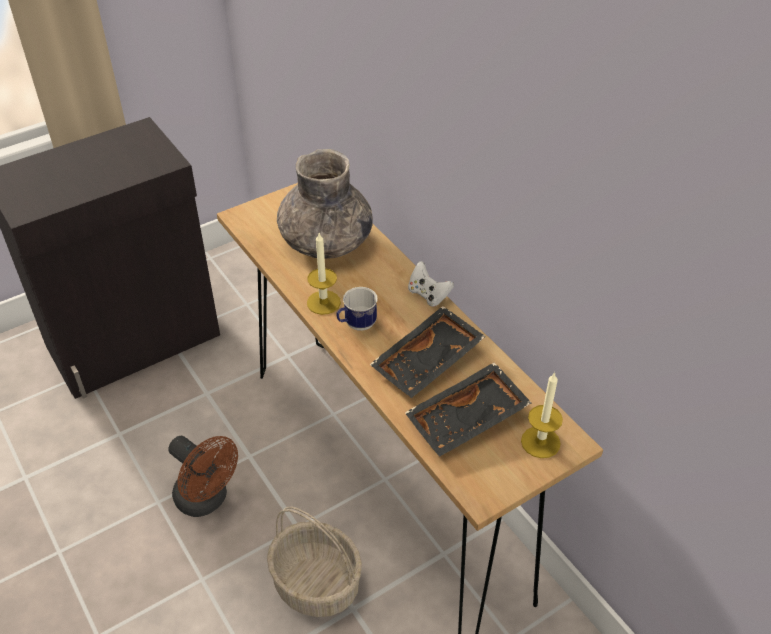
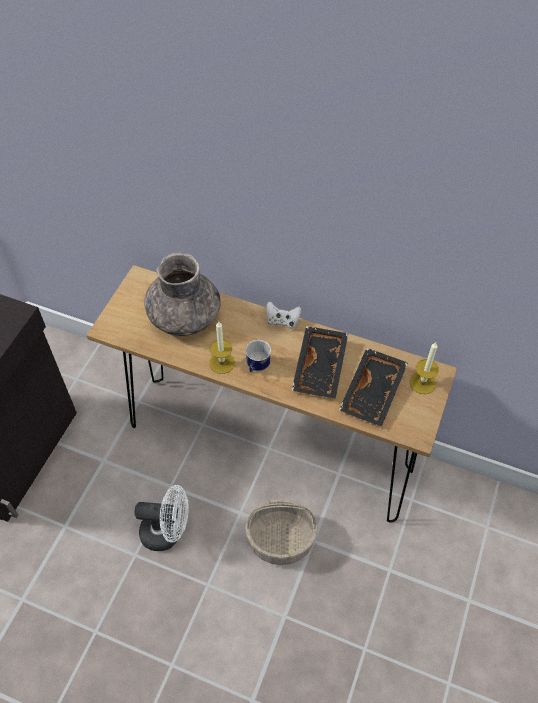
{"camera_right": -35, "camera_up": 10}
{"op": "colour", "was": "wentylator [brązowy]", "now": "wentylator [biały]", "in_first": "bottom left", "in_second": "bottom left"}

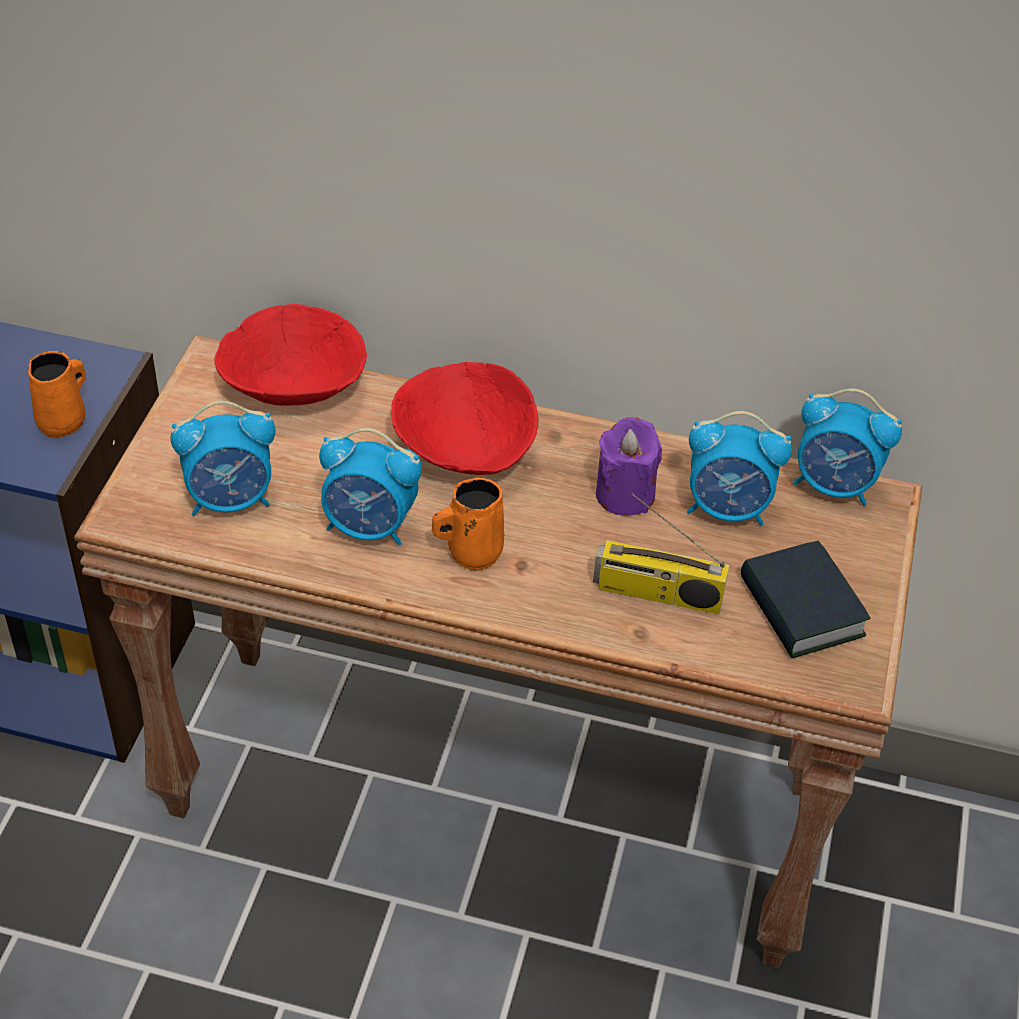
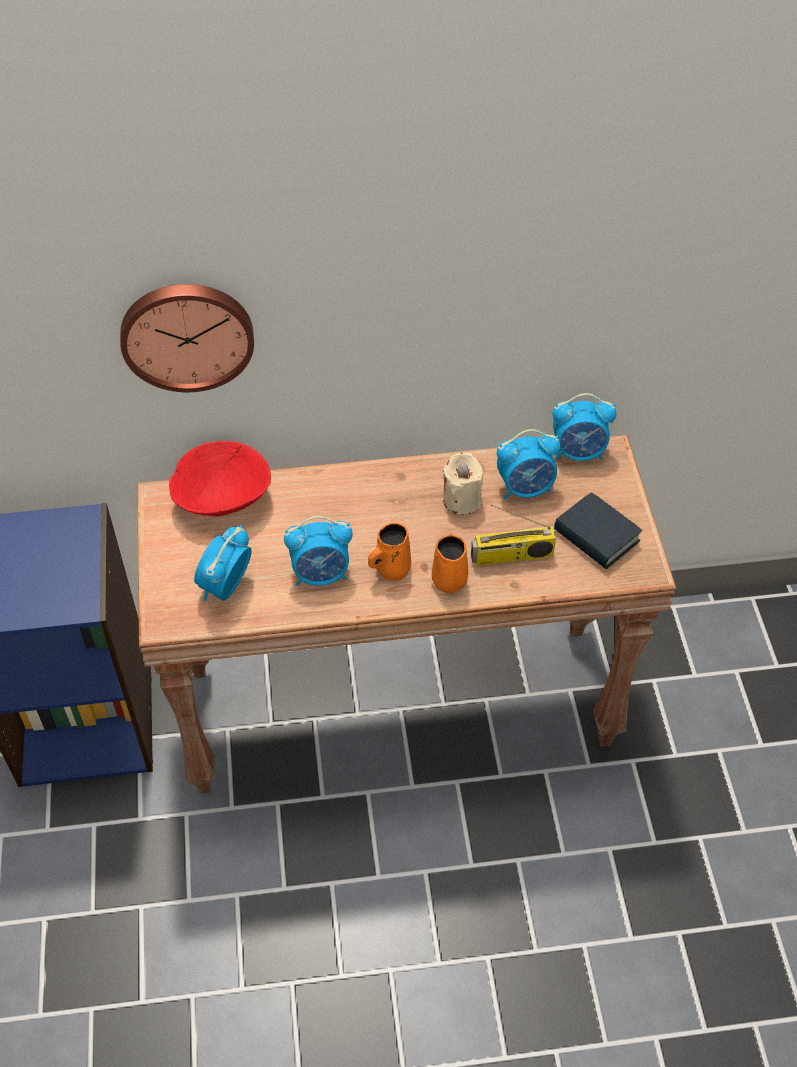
{"camera_right": -20, "camera_up": 5}
{"op": "relocated", "was": "kubek [pomarańczowy] (no. 1 from left in the first image)", "now": "kubek [pomarańczowy] (no. 2 from left)", "in_first": "middle left", "in_second": "centre"}
{"op": "spun", "was": "budzik (no. 1 from left)", "in_first": "middle left", "in_second": "middle left", "clockwise": 150}
{"op": "missing", "was": "miska [czerwony] (no. 2 from left)", "in_first": "centre"}
{"op": "colour", "was": "świeca [fioletowy]", "now": "świeca [beżowy]", "in_first": "centre", "in_second": "centre"}
{"op": "appeared", "now": "zegar ścienny", "in_second": "top left"}

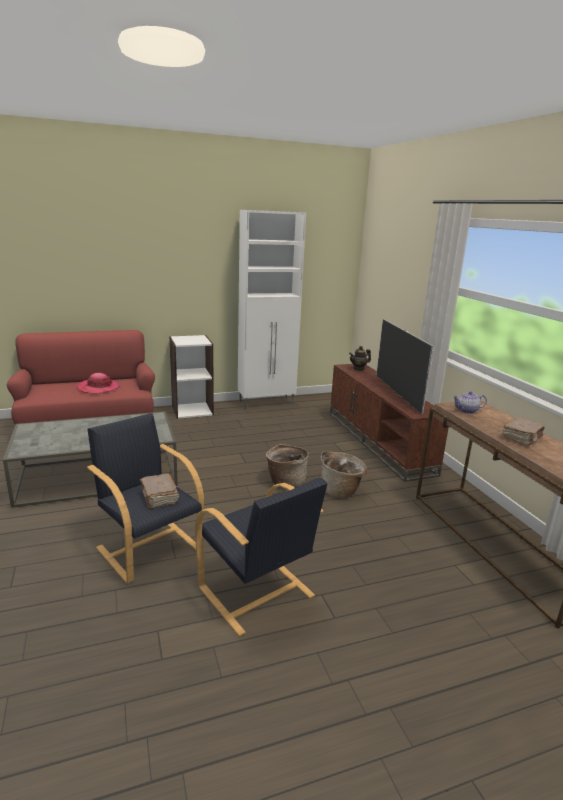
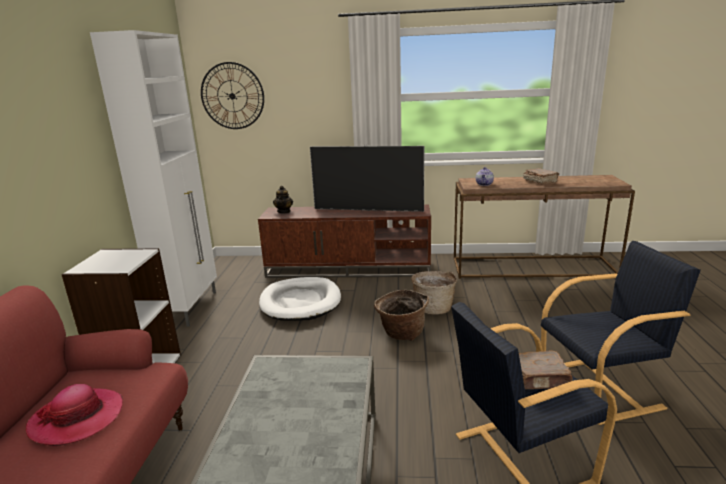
{"camera_right": -65, "camera_up": 0}
{"op": "appeared", "now": "zegar ścienny", "in_second": "top left"}
{"op": "appeared", "now": "legowisko [biały]", "in_second": "centre"}

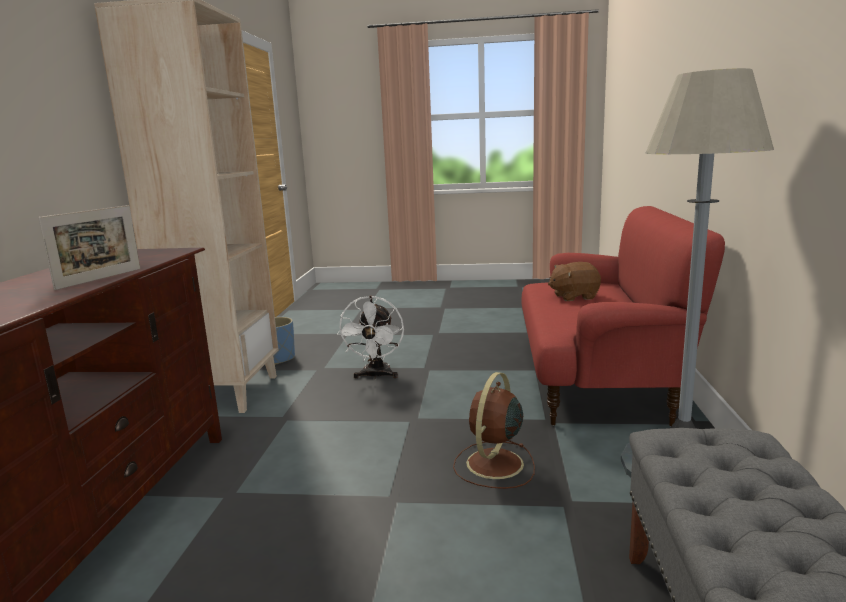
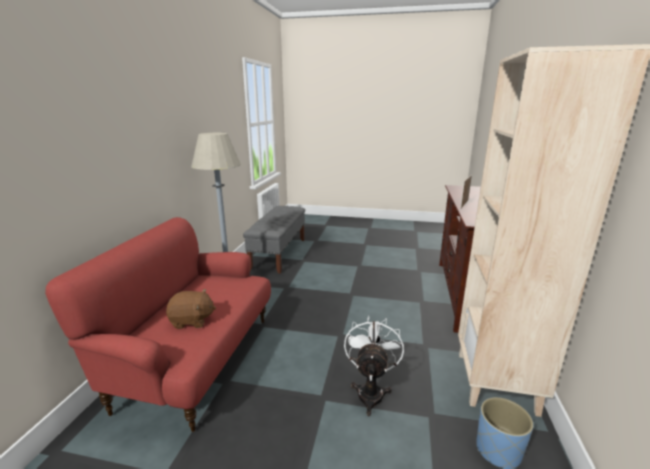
{"camera_right": -175, "camera_up": 5}
{"op": "missing", "was": "wentylator [brązowy]", "in_first": "bottom centre"}

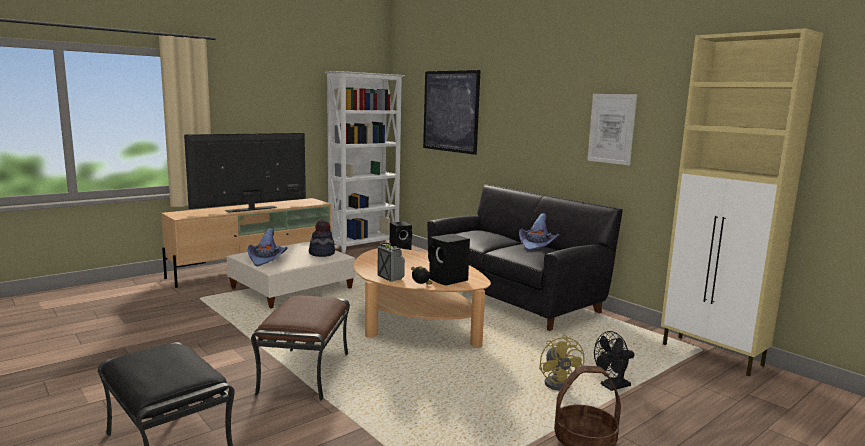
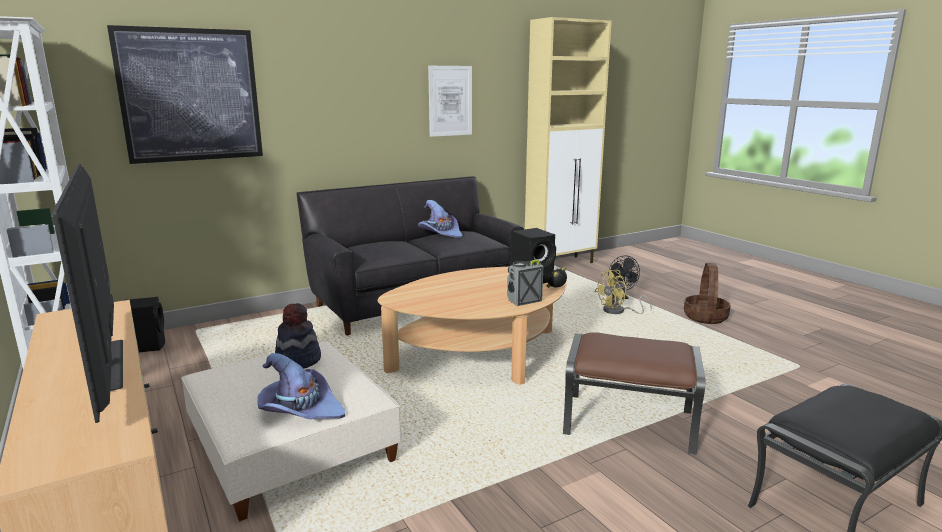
{"camera_right": -80, "camera_up": 5}
{"op": "spun", "was": "wentylator [żółty]", "in_first": "bottom centre", "in_second": "centre", "clockwise": 150}

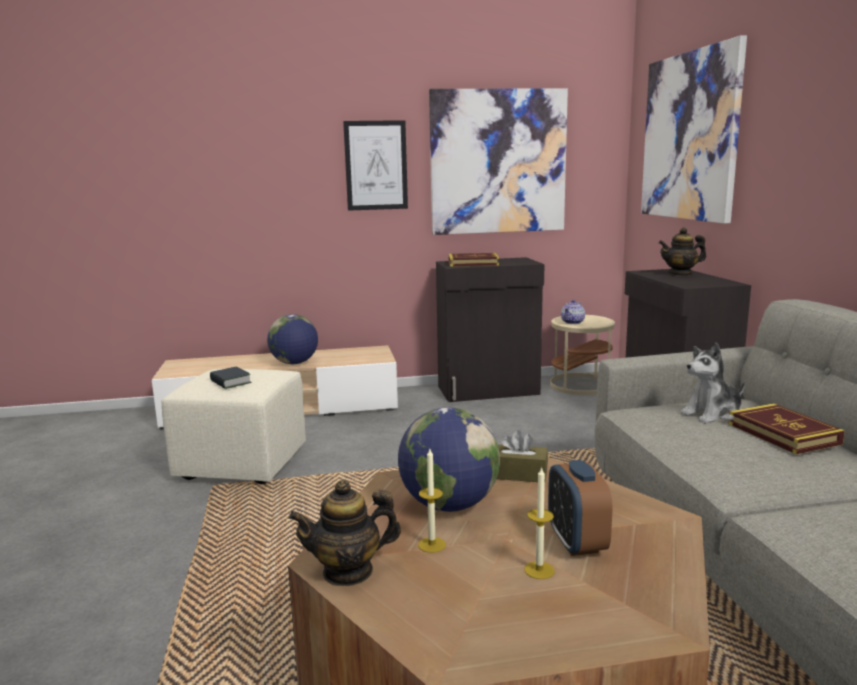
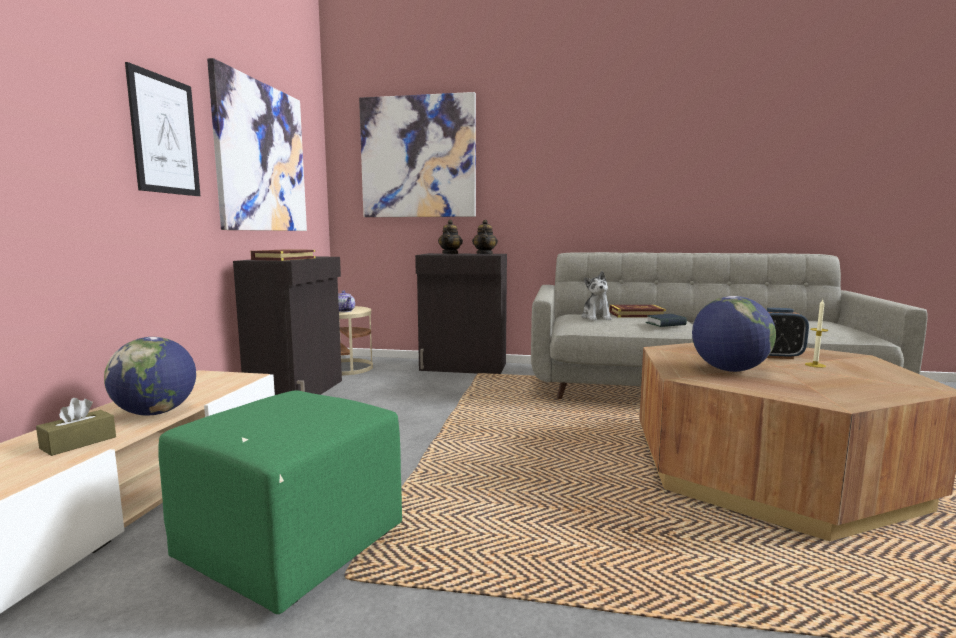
{"camera_right": -70, "camera_up": -5}
{"op": "colour", "was": "pufa [beżowy]", "now": "pufa [zielony]", "in_first": "middle left", "in_second": "bottom left"}
{"op": "relocated", "was": "książka (no. 1 from left in the first image)", "now": "książka (no. 3 from left)", "in_first": "middle left", "in_second": "middle right"}
{"op": "relocated", "was": "imbryk (no. 1 from left in the first image)", "now": "imbryk (no. 3 from left)", "in_first": "bottom centre", "in_second": "centre"}
{"op": "missing", "was": "świeca (no. 1 from left)", "in_first": "bottom centre"}
{"op": "relocated", "was": "pudełko chusteczek [brązowy]", "in_first": "centre", "in_second": "bottom left"}

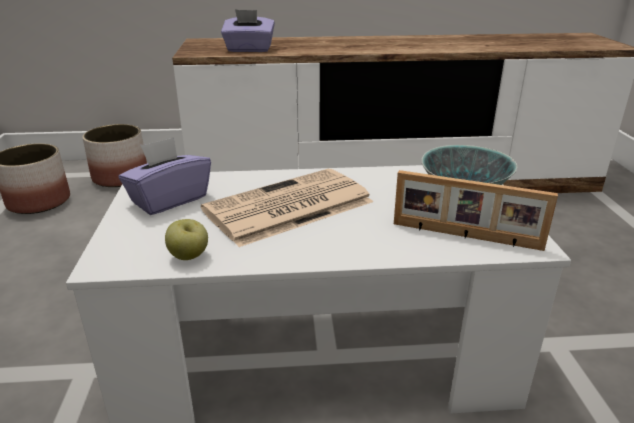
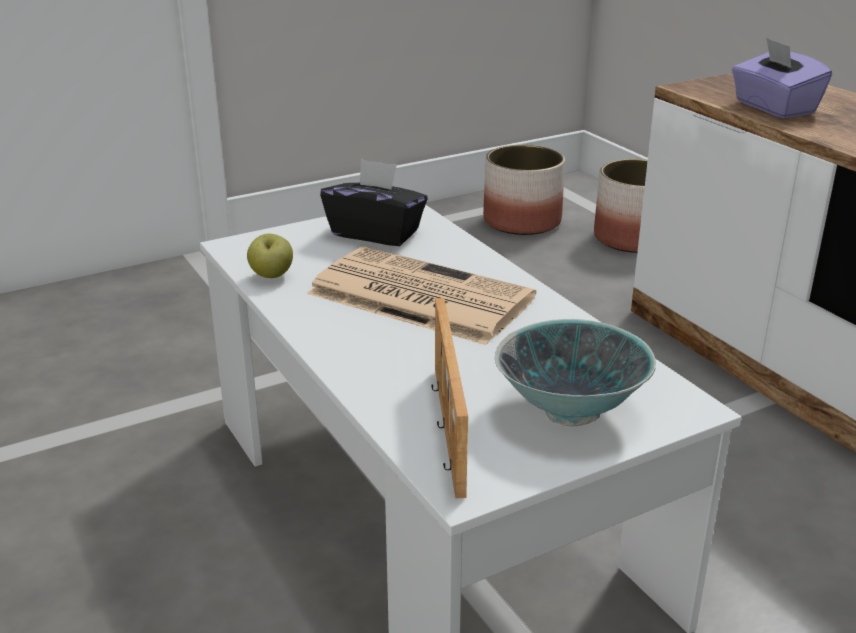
{"camera_right": 65, "camera_up": 0}
{"op": "colour", "was": "pudełko chusteczek [fioletowy] (no. 1 from left)", "now": "pudełko chusteczek [czarny]", "in_first": "middle left", "in_second": "top centre"}

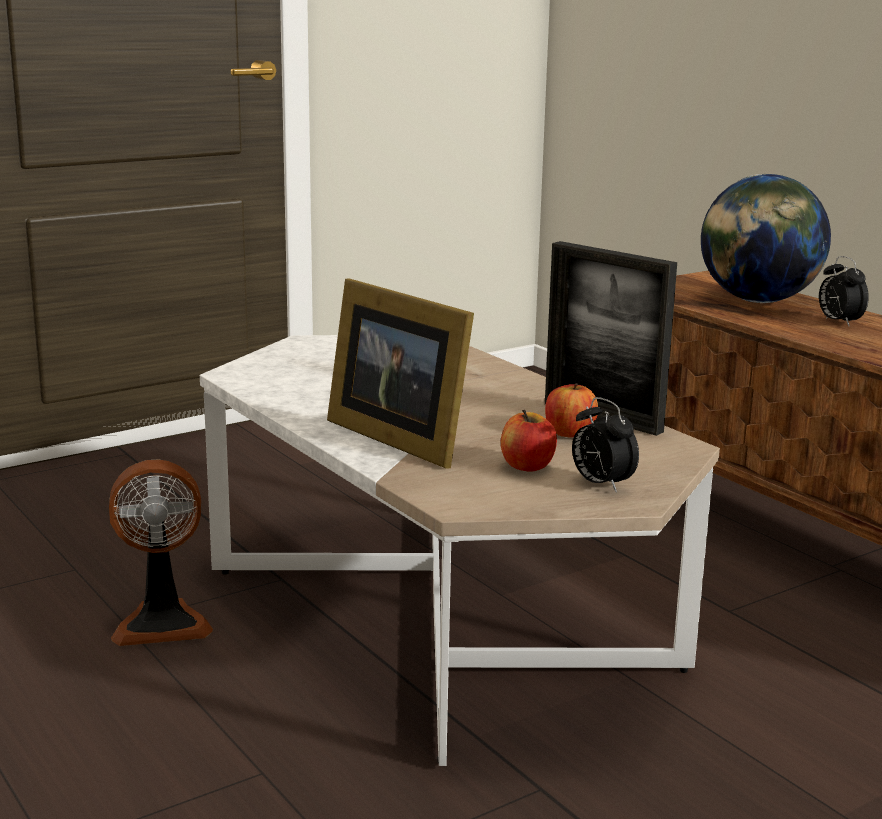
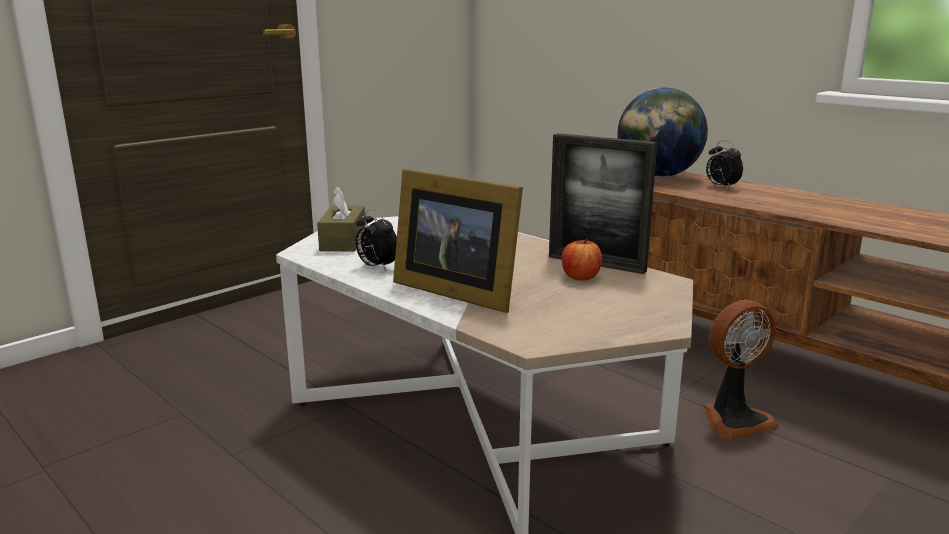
{"camera_right": -10, "camera_up": 0}
{"op": "relocated", "was": "wentylator", "in_first": "bottom left", "in_second": "bottom right"}
{"op": "missing", "was": "jabłko (no. 1 from left)", "in_first": "centre"}
{"op": "relocated", "was": "budzik (no. 1 from left)", "in_first": "middle right", "in_second": "centre"}
{"op": "appeared", "now": "pudełko chusteczek [brązowy]", "in_second": "centre"}

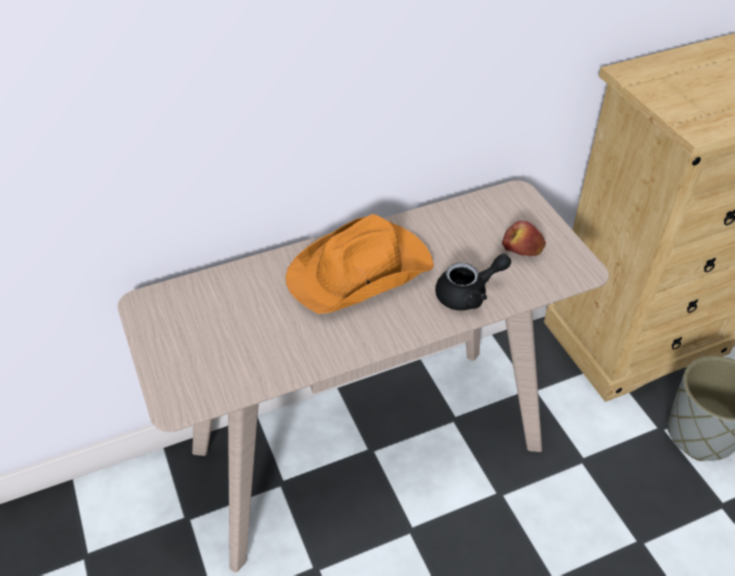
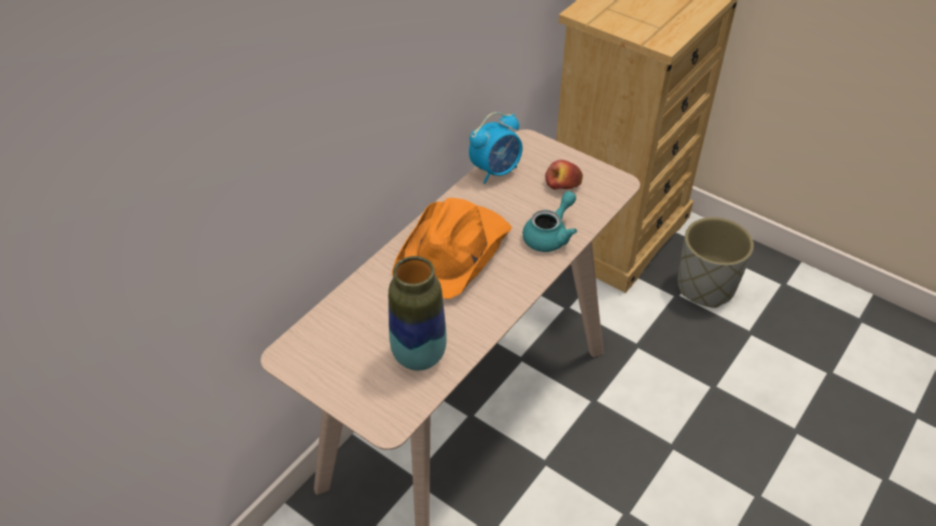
{"camera_right": -30, "camera_up": 0}
{"op": "colour", "was": "imbryk [czarny]", "now": "imbryk [turkusowy]", "in_first": "centre", "in_second": "centre"}
{"op": "appeared", "now": "wazon", "in_second": "centre"}
{"op": "appeared", "now": "budzik", "in_second": "top centre"}

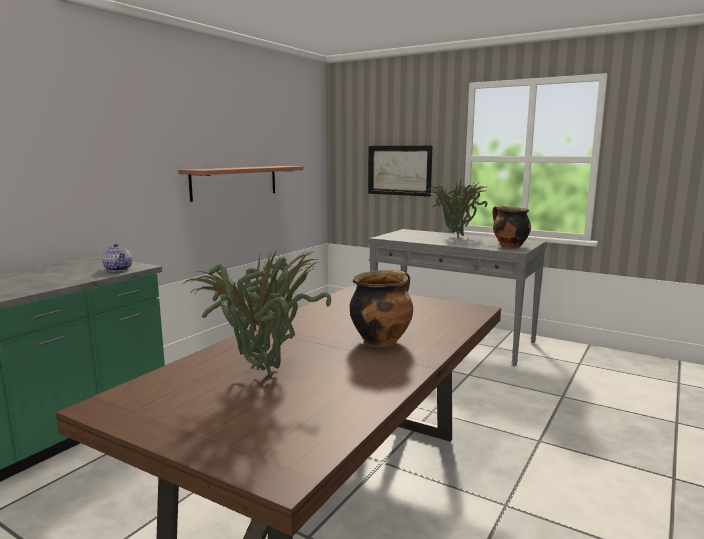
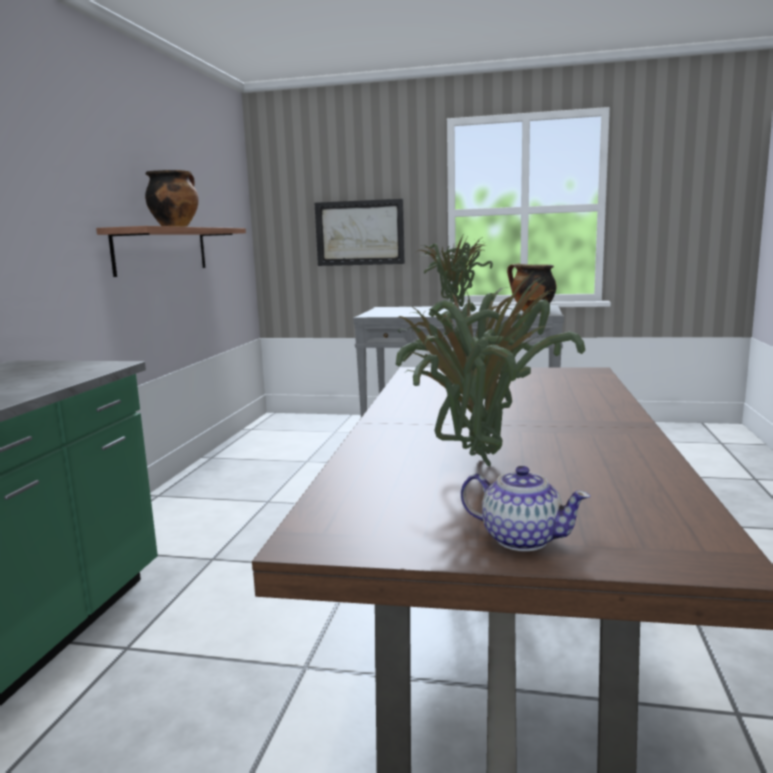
{"camera_right": -20, "camera_up": 0}
{"op": "relocated", "was": "imbryk", "in_first": "middle left", "in_second": "middle right"}
{"op": "relocated", "was": "garnek (no. 1 from left)", "in_first": "centre", "in_second": "top left"}

